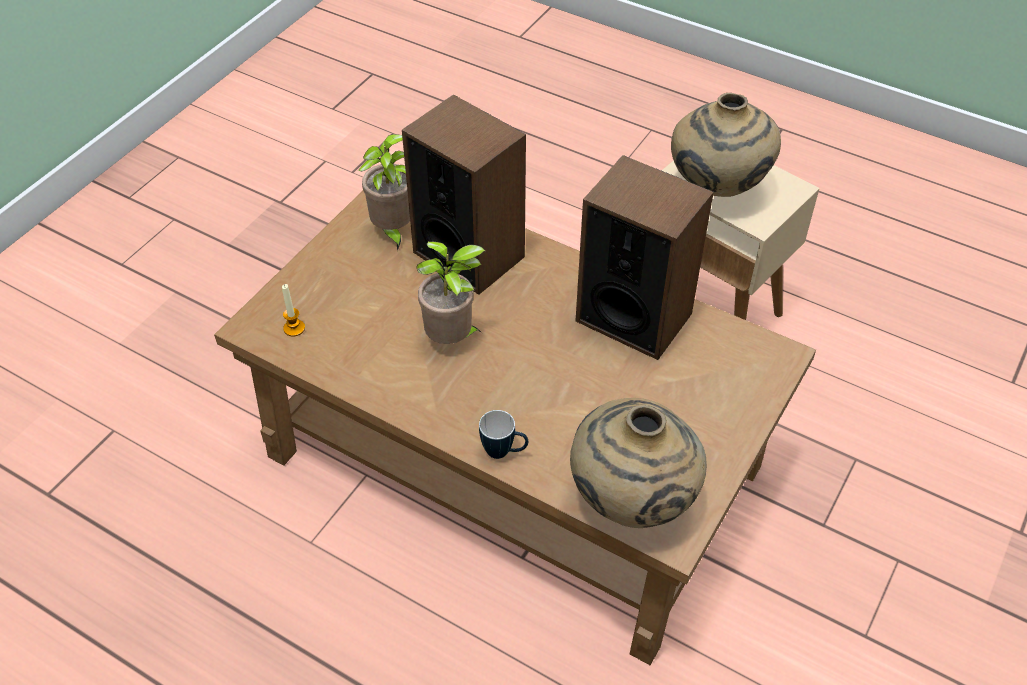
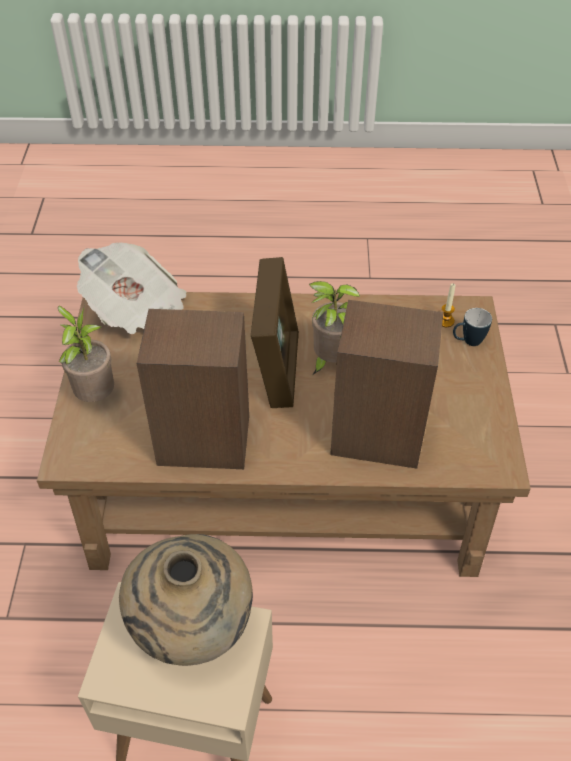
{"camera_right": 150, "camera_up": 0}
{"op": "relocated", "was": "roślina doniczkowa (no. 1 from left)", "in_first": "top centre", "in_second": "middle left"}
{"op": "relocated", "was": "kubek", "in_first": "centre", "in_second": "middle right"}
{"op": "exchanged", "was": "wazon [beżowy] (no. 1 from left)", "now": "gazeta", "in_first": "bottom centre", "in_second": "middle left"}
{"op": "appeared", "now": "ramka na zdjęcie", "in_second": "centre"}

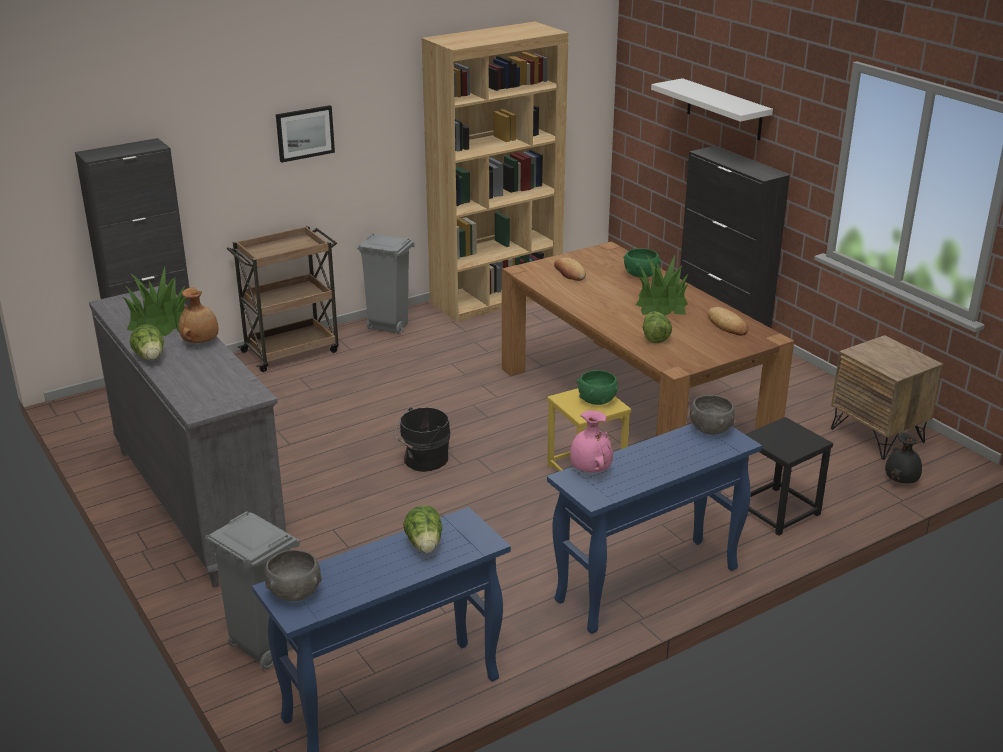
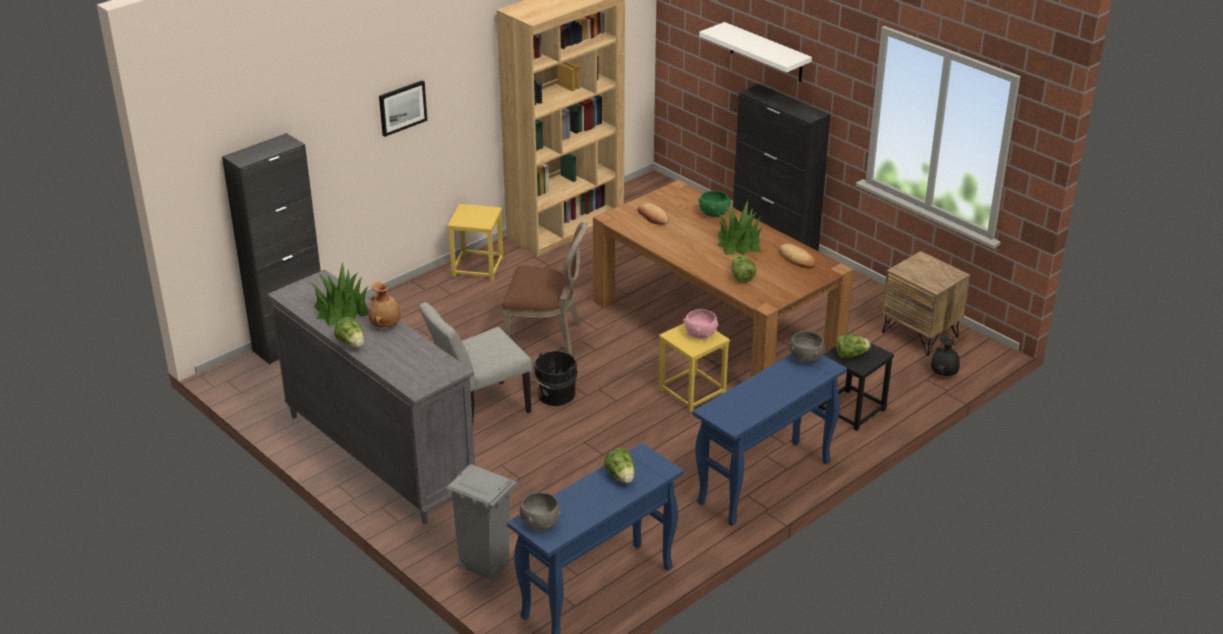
{"camera_right": -10, "camera_up": 5}
{"op": "missing", "was": "wózek [brązowy]", "in_first": "middle left"}
{"op": "exchanged", "was": "kosz na śmieci [szary] (no. 2 from left)", "now": "stołek [żółty] (no. 1 from left)", "in_first": "centre", "in_second": "centre"}
{"op": "missing", "was": "wazon [różowy]", "in_first": "centre"}
{"op": "colour", "was": "miska [zielony] (no. 1 from left)", "now": "miska [różowy]", "in_first": "centre", "in_second": "centre"}
{"op": "appeared", "now": "krzesło [szary]", "in_second": "centre"}
{"op": "appeared", "now": "krzesło [brązowy]", "in_second": "centre"}
{"op": "appeared", "now": "sałata (no. 4 from left)", "in_second": "middle right"}

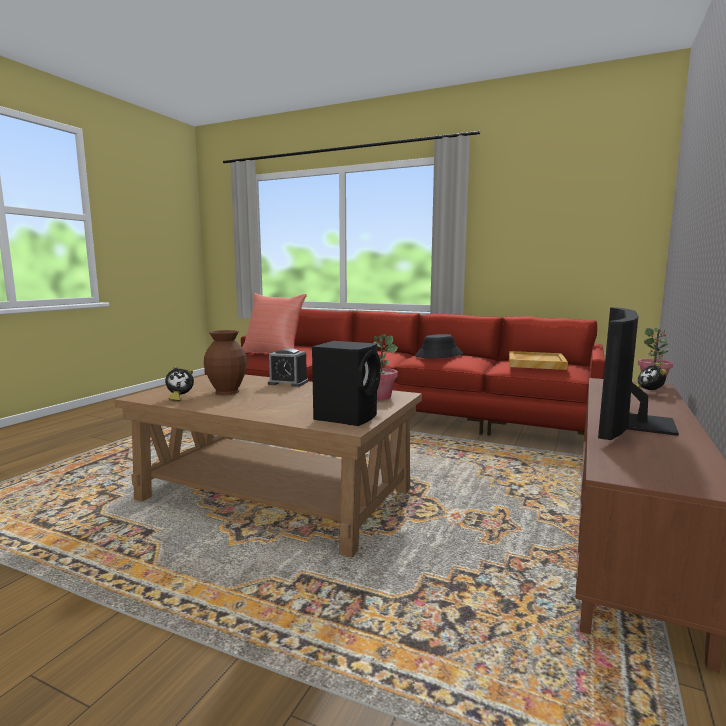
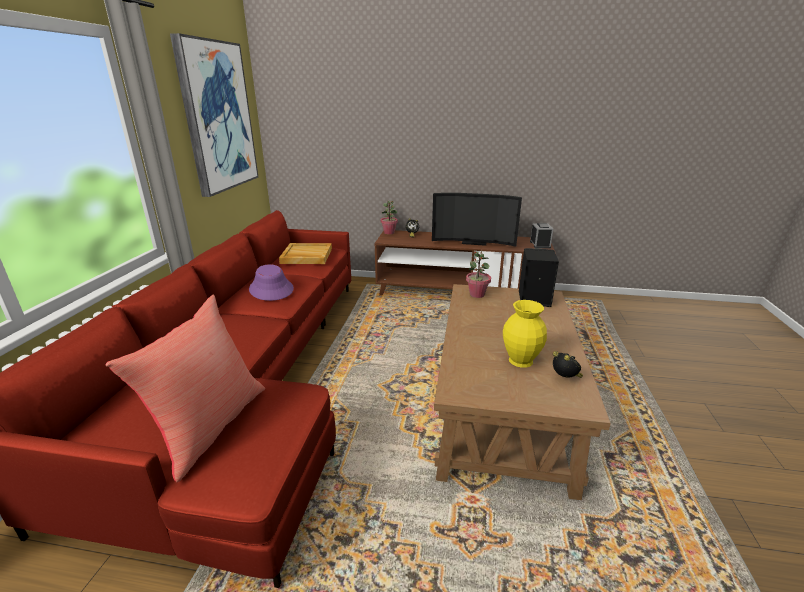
{"camera_right": -105, "camera_up": 15}
{"op": "colour", "was": "wazon [brązowy]", "now": "wazon [żółty]", "in_first": "middle left", "in_second": "centre"}
{"op": "relocated", "was": "budzik (no. 2 from left)", "in_first": "centre", "in_second": "middle right"}
{"op": "colour", "was": "kapelusz [czarny]", "now": "kapelusz [fioletowy]", "in_first": "centre", "in_second": "centre"}
{"op": "appeared", "now": "obraz", "in_second": "top left"}

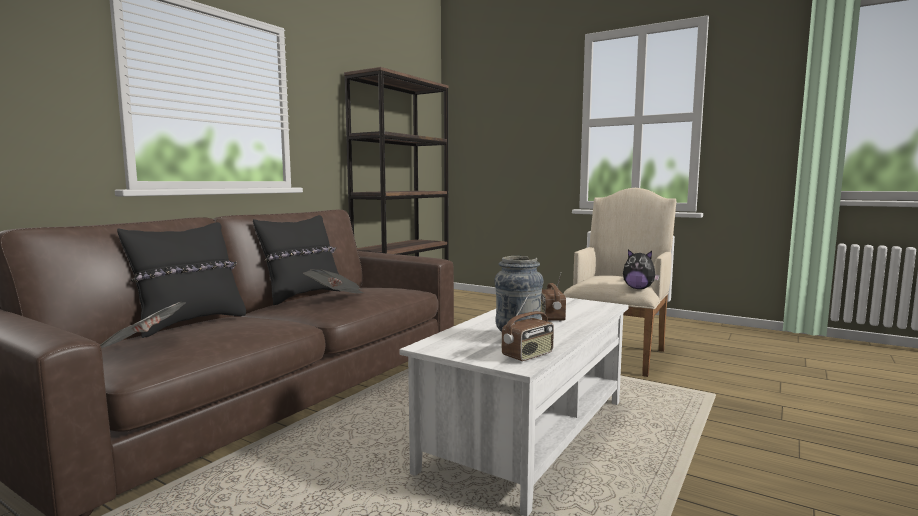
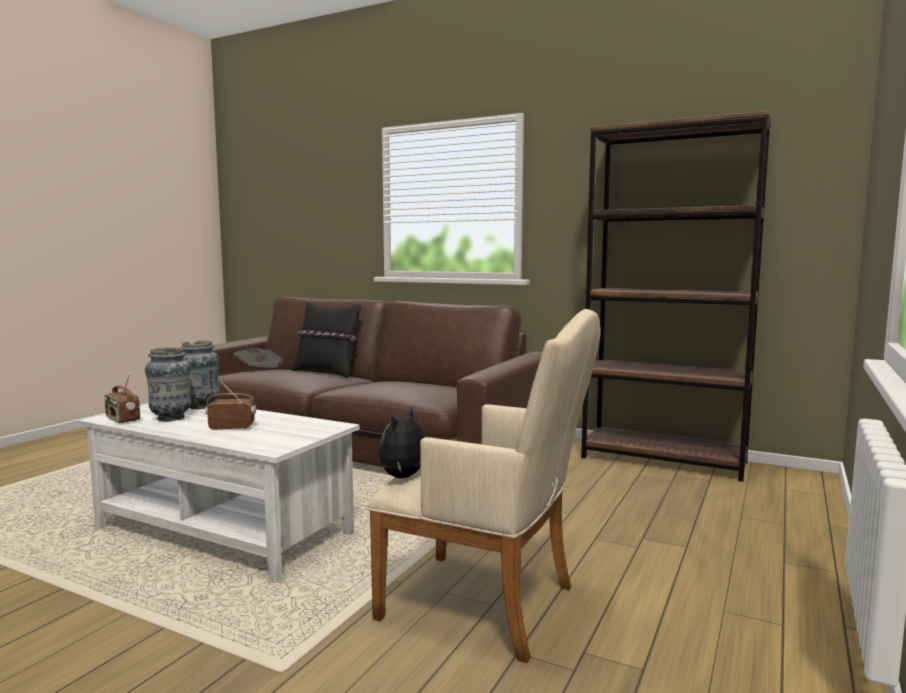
{"camera_right": 85, "camera_up": 0}
{"op": "missing", "was": "poduszka [czarny] (no. 2 from left)", "in_first": "middle left"}
{"op": "missing", "was": "gazeta (no. 2 from left)", "in_first": "centre"}
{"op": "appeared", "now": "wazon (no. 2 from left)", "in_second": "middle left"}

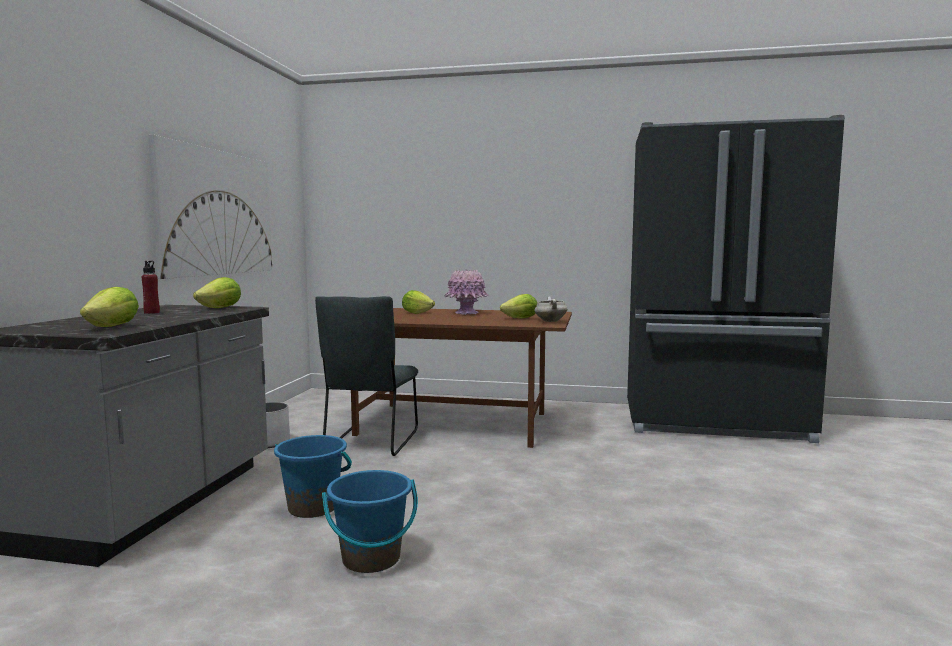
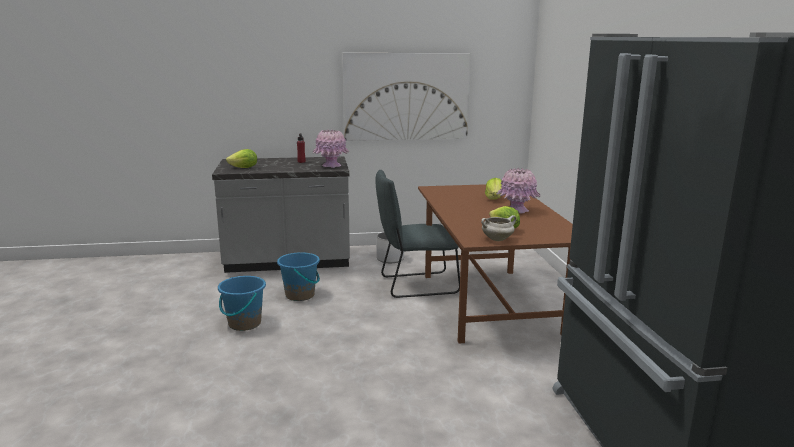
{"camera_right": 70, "camera_up": 10}
{"op": "exchanged", "was": "sałata (no. 2 from left)", "now": "wazon [różowy] (no. 1 from left)", "in_first": "middle left", "in_second": "top centre"}

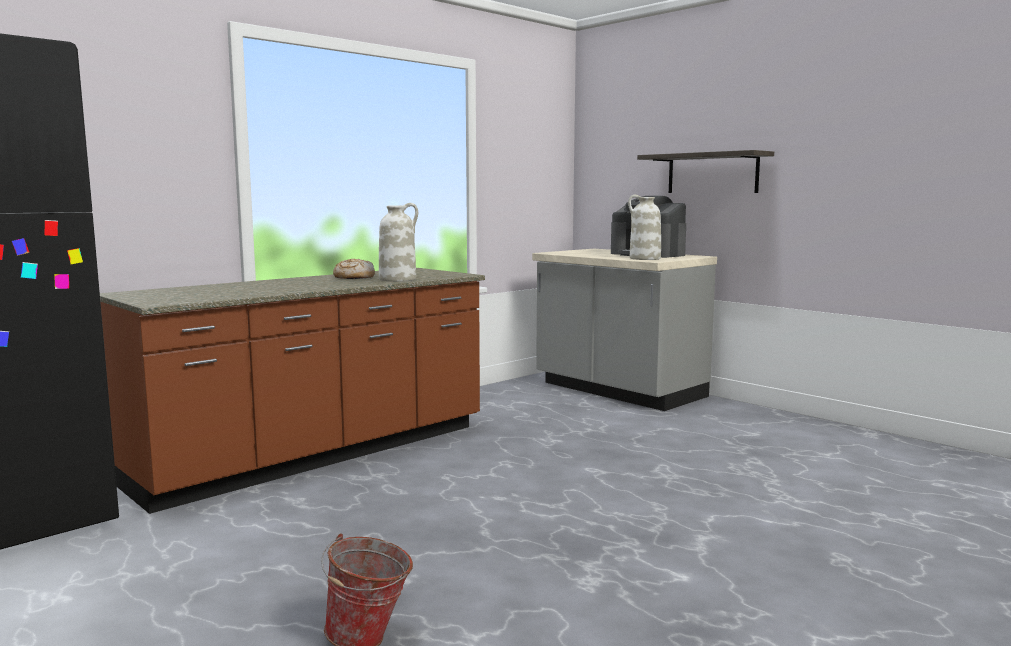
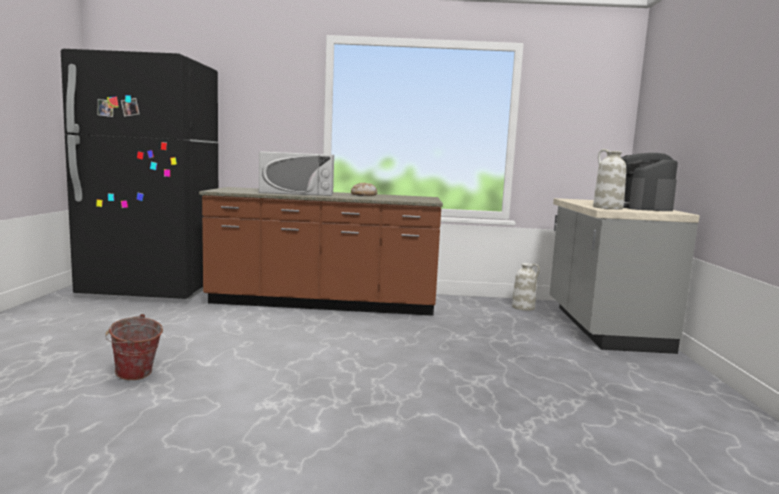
{"camera_right": 45, "camera_up": 0}
{"op": "relocated", "was": "wazon [biały] (no. 1 from left)", "in_first": "centre", "in_second": "middle right"}
{"op": "missing", "was": "półka", "in_first": "top right"}
{"op": "appeared", "now": "mikrofalówka [biały]", "in_second": "centre"}

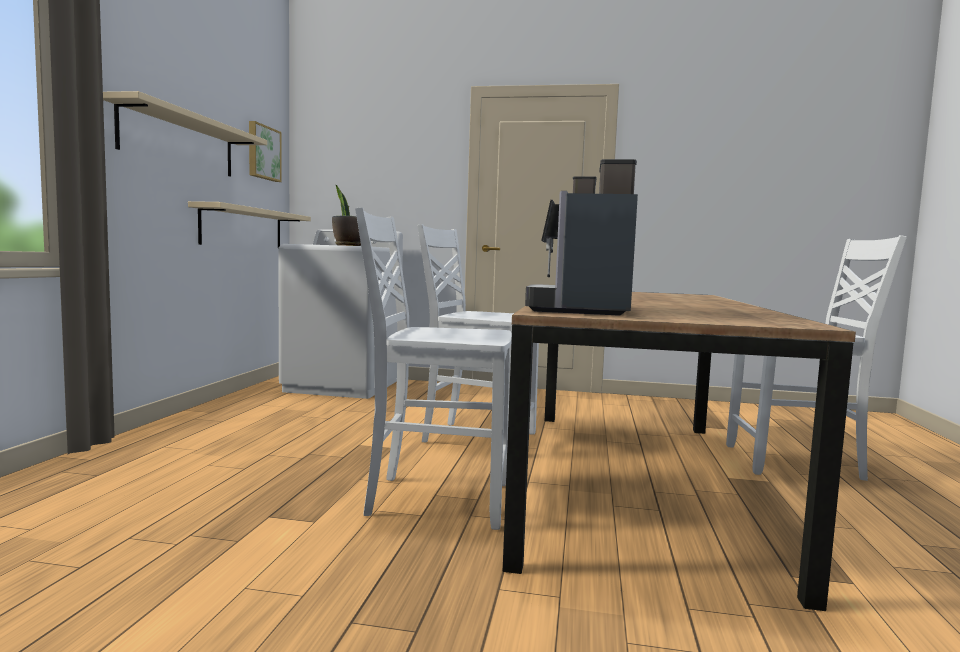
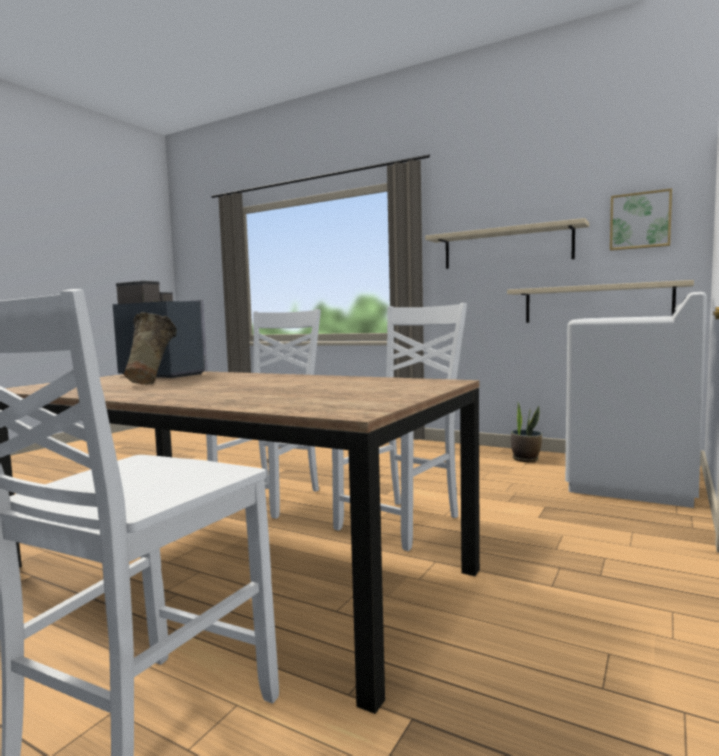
{"camera_right": 110, "camera_up": 0}
{"op": "relocated", "was": "roślina doniczkowa", "in_first": "top centre", "in_second": "middle right"}
{"op": "appeared", "now": "wazon [beżowy]", "in_second": "middle left"}

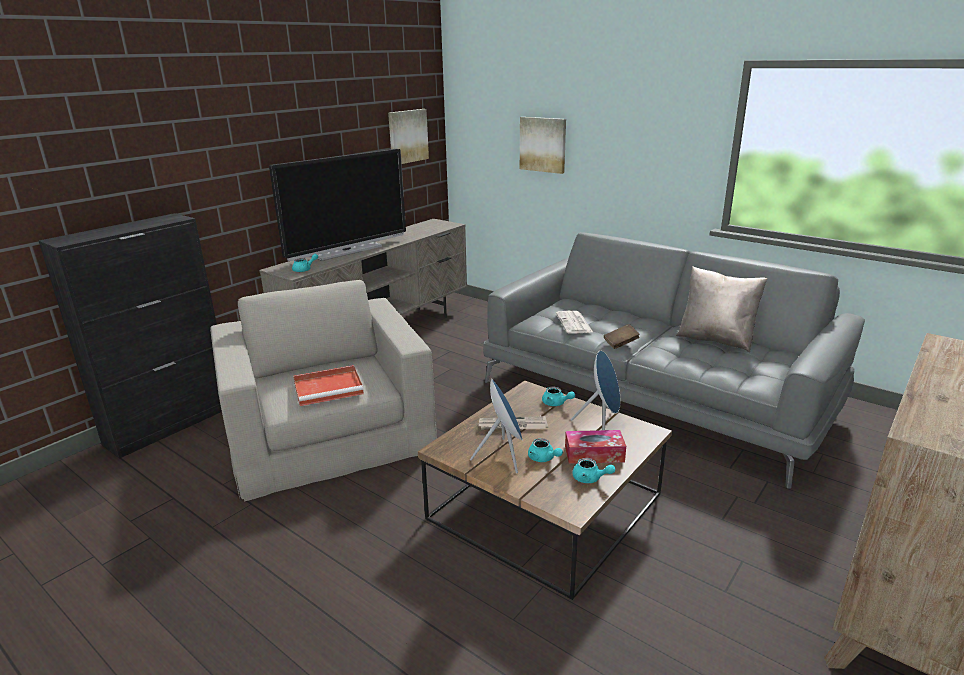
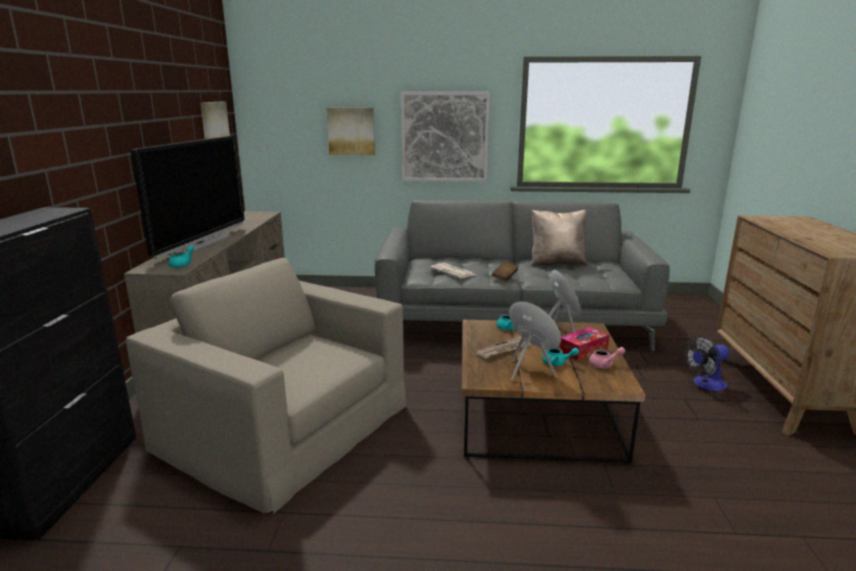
{"camera_right": -35, "camera_up": -5}
{"op": "missing", "was": "taca [czerwony]", "in_first": "centre"}
{"op": "colour", "was": "imbryk [turkusowy] (no. 4 from left)", "now": "imbryk [różowy]", "in_first": "bottom centre", "in_second": "middle right"}
{"op": "appeared", "now": "obraz (no. 3 from left)", "in_second": "top centre"}
{"op": "appeared", "now": "wentylator", "in_second": "middle right"}

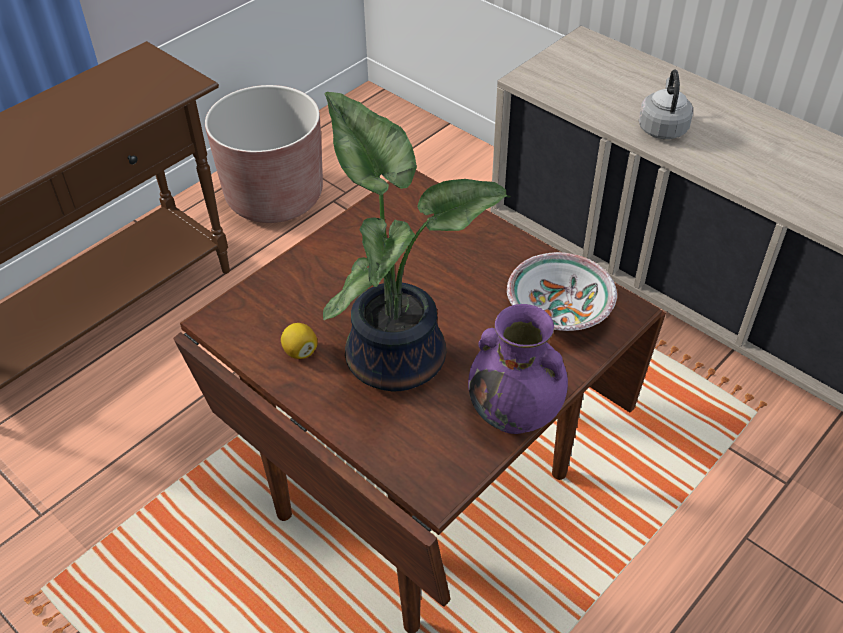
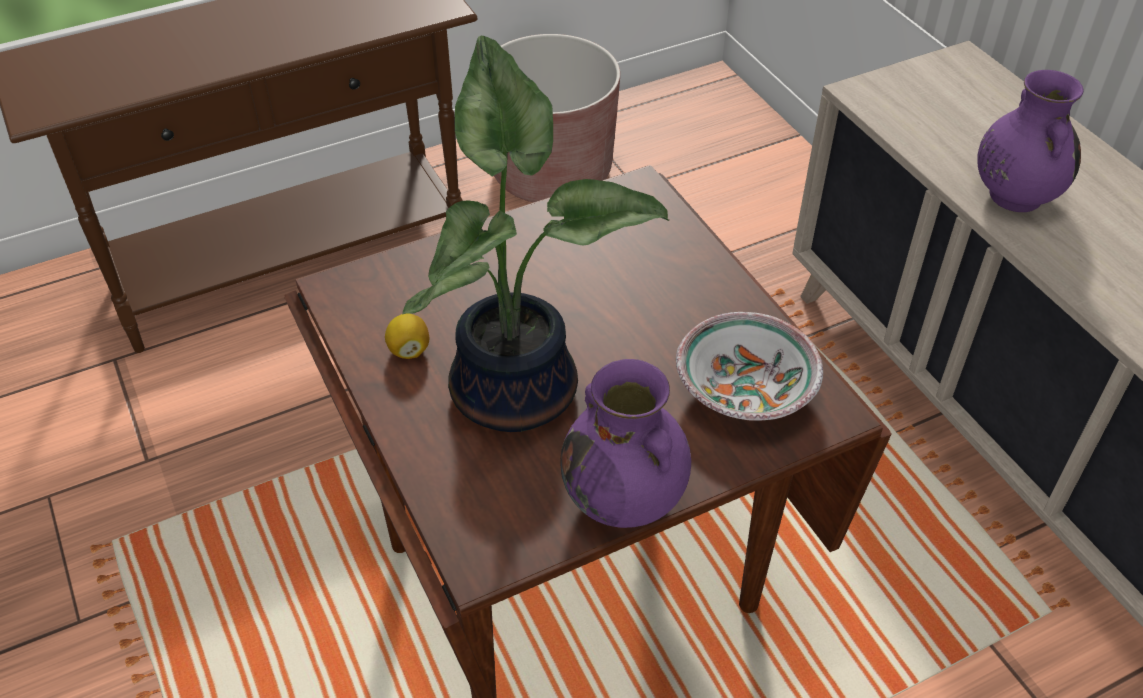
{"camera_right": 20, "camera_up": 0}
{"op": "exchanged", "was": "czajnik [szary]", "now": "wazon [fioletowy] (no. 2 from left)", "in_first": "top right", "in_second": "top right"}

